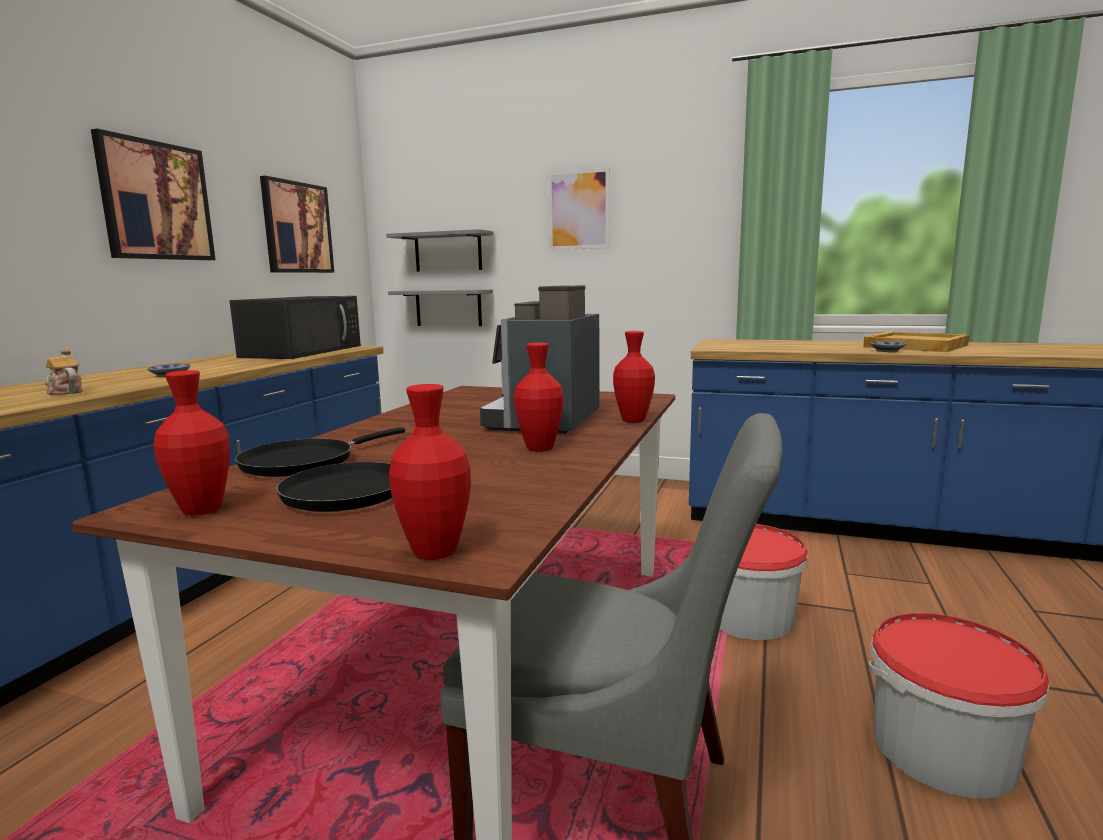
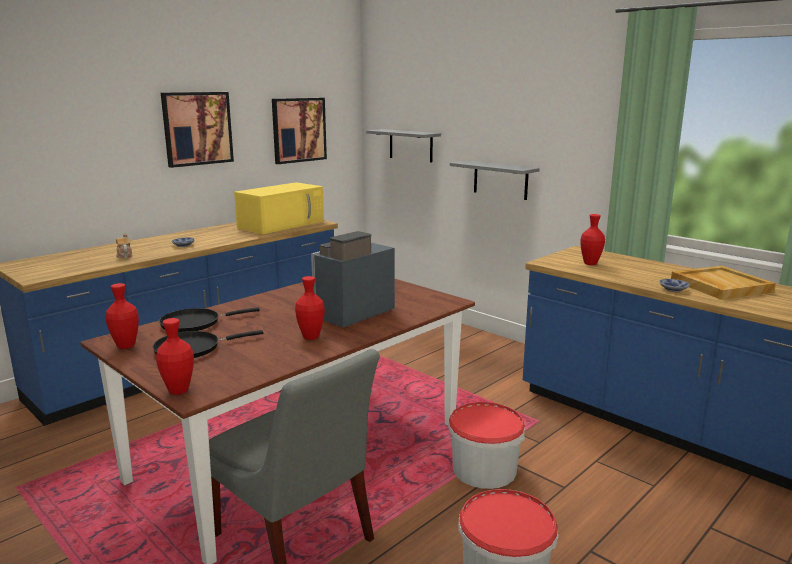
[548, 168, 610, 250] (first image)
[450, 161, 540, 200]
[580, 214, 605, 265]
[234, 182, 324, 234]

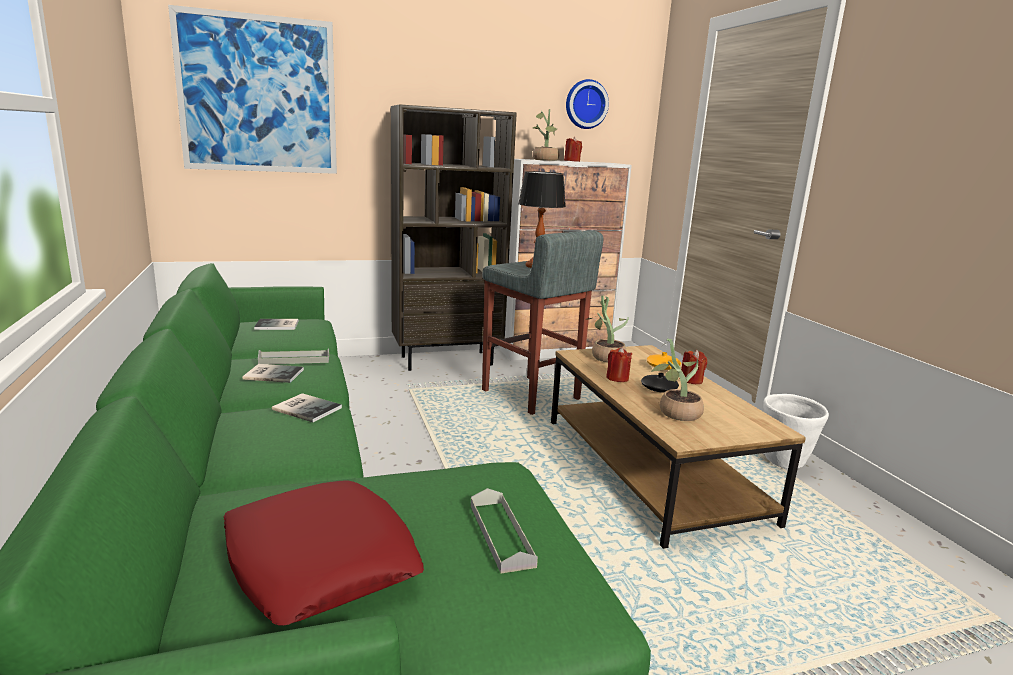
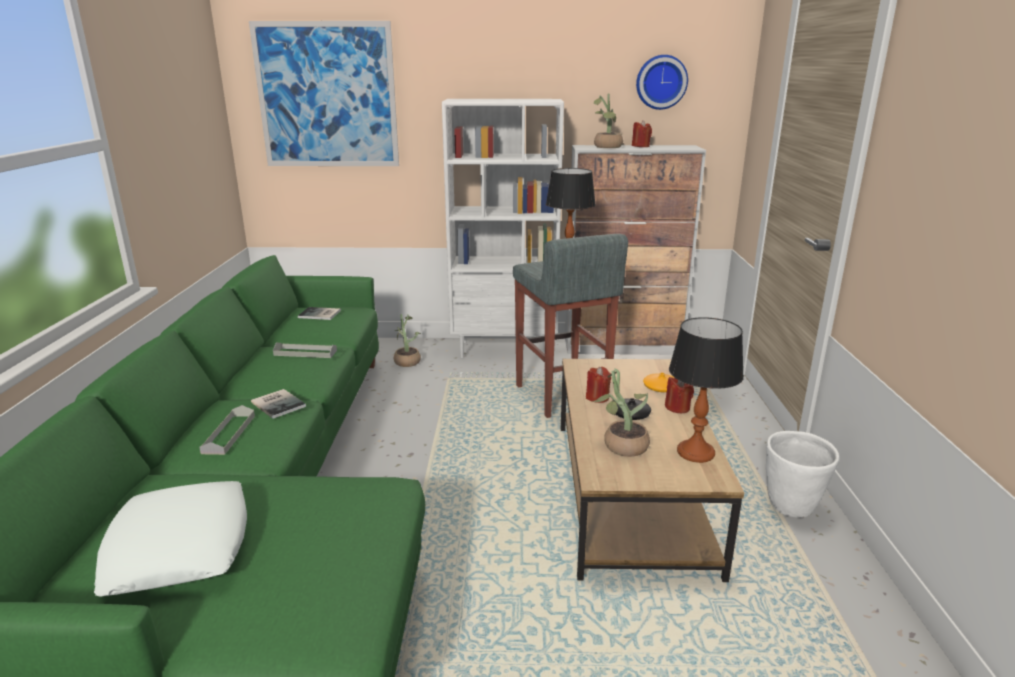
[242, 364, 304, 383] (first image)
[669, 317, 744, 463]
[199, 405, 255, 455]
[394, 314, 421, 367]
[94, 481, 247, 596]
[442, 99, 564, 358]

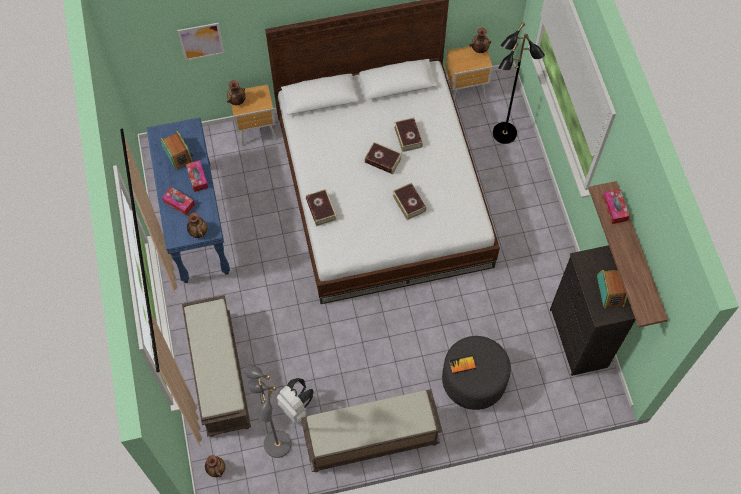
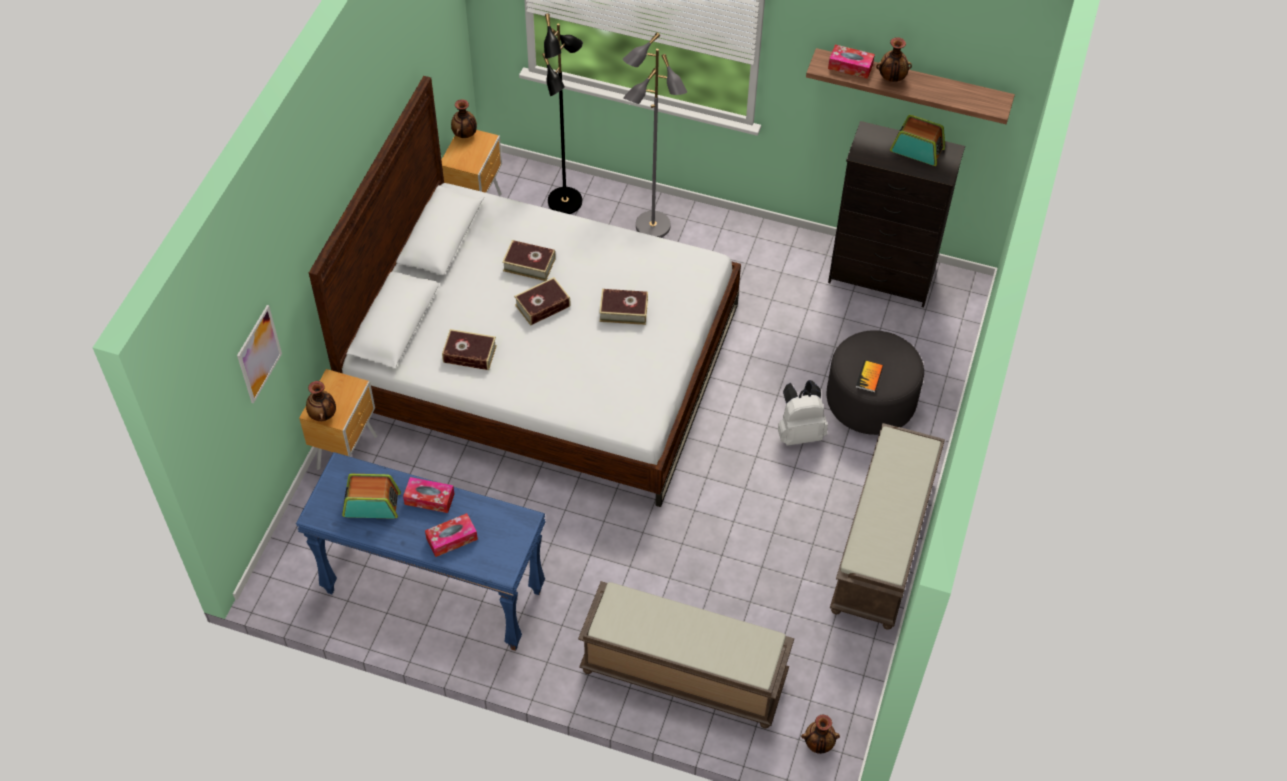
[876, 37, 912, 82]
[623, 33, 687, 238]
[778, 380, 828, 446]
[442, 329, 497, 370]

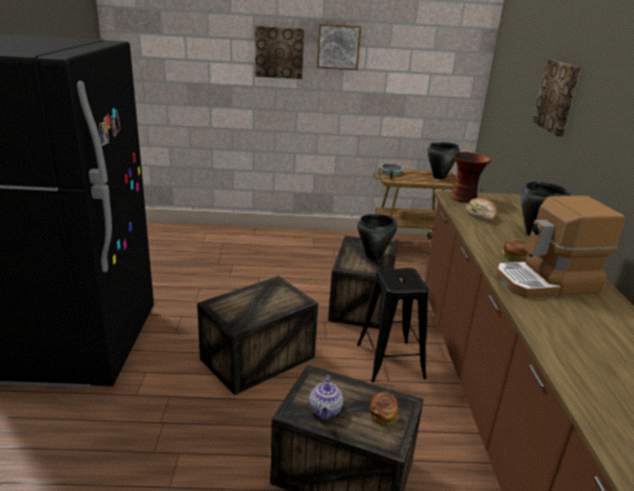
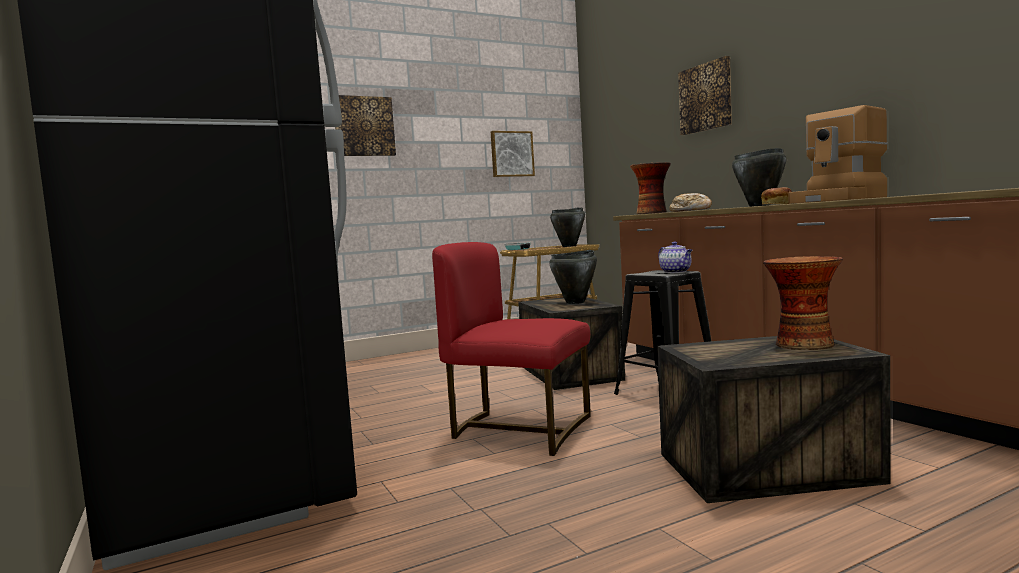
[658, 241, 692, 273]
[491, 131, 535, 177]
[432, 242, 591, 456]
[763, 256, 843, 350]

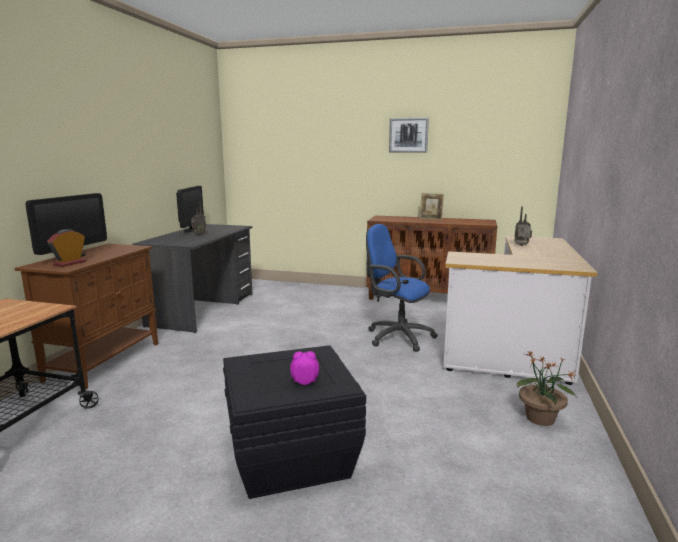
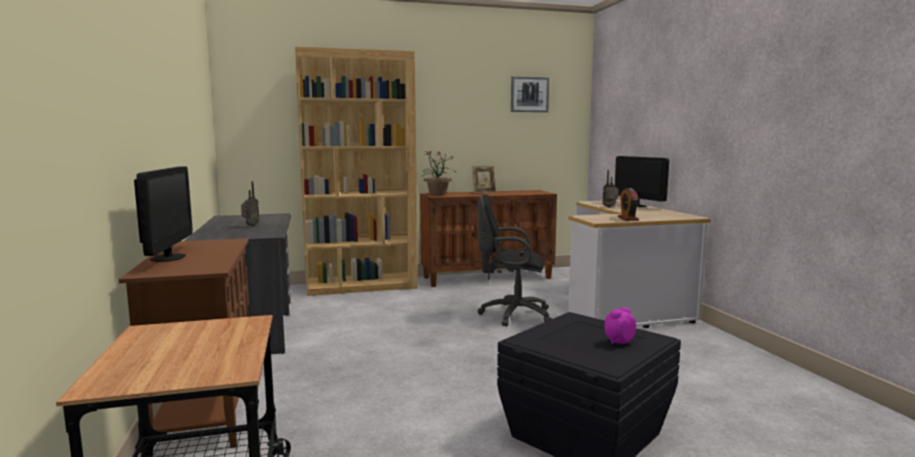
[295, 46, 418, 296]
[618, 188, 639, 221]
[615, 156, 669, 207]
[511, 76, 549, 112]
[422, 151, 454, 195]
[478, 195, 552, 326]

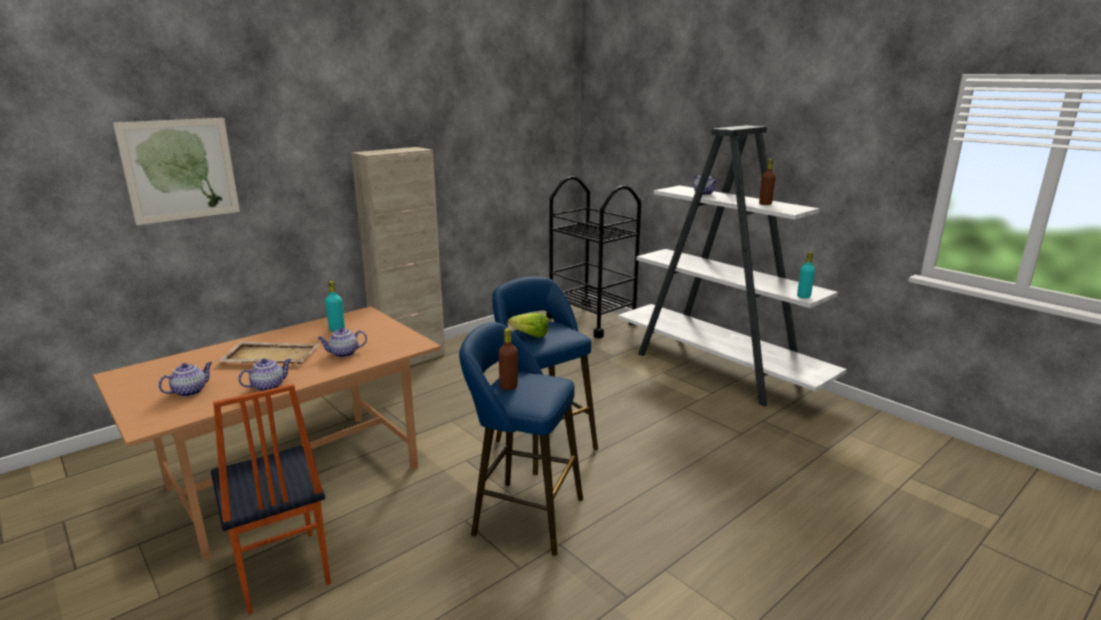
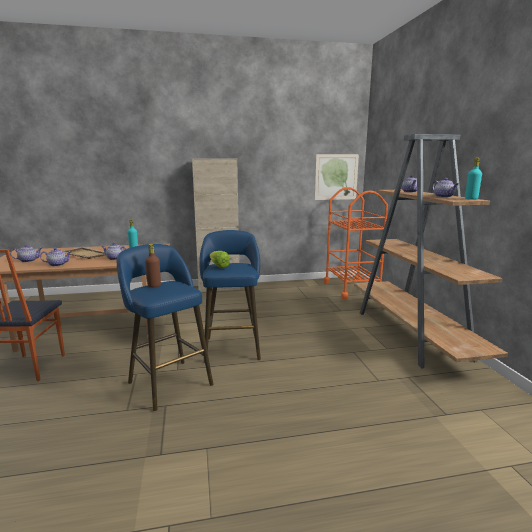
[315, 154, 359, 200]
[465, 158, 482, 200]
[432, 178, 459, 198]
[324, 187, 388, 299]
[354, 134, 508, 368]

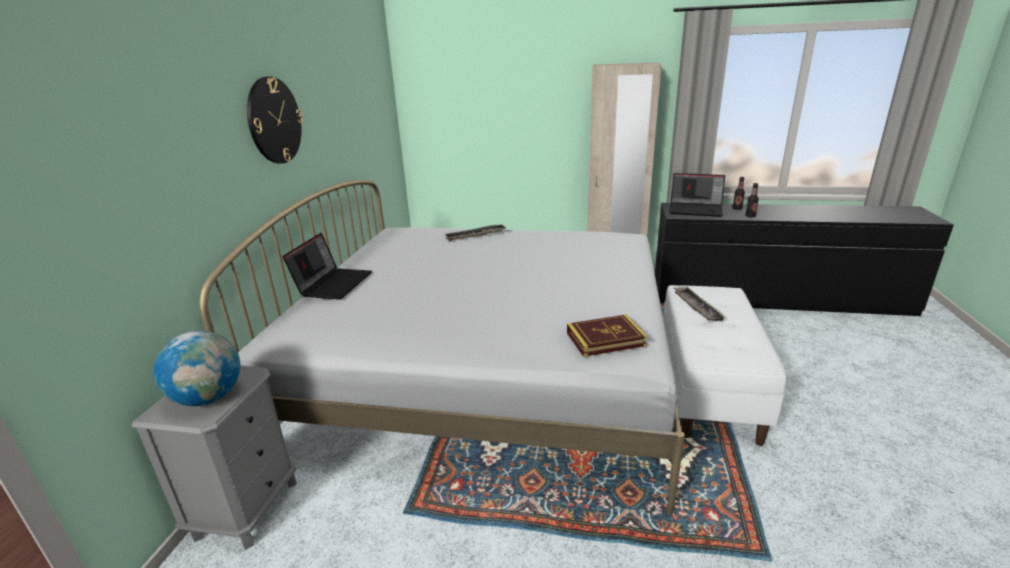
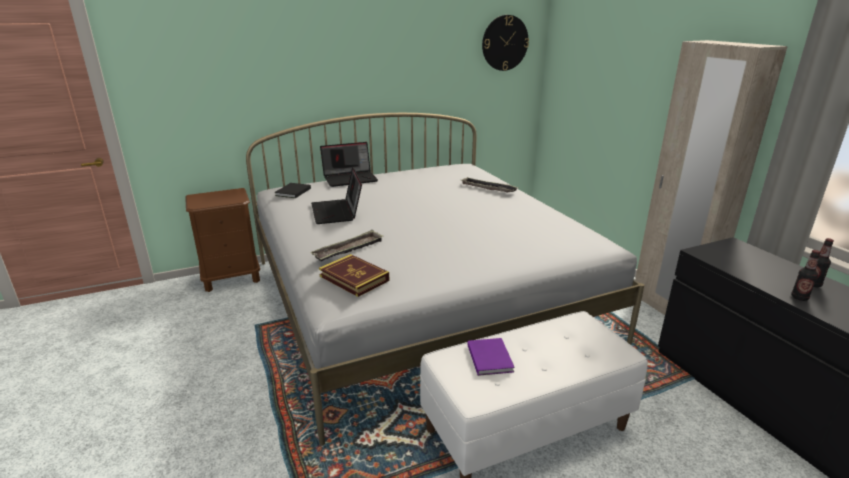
[153, 331, 240, 406] (first image)
[274, 183, 311, 198]
[467, 338, 515, 376]
[482, 15, 529, 71]
[311, 167, 362, 224]
[310, 230, 383, 261]
[185, 188, 260, 292]

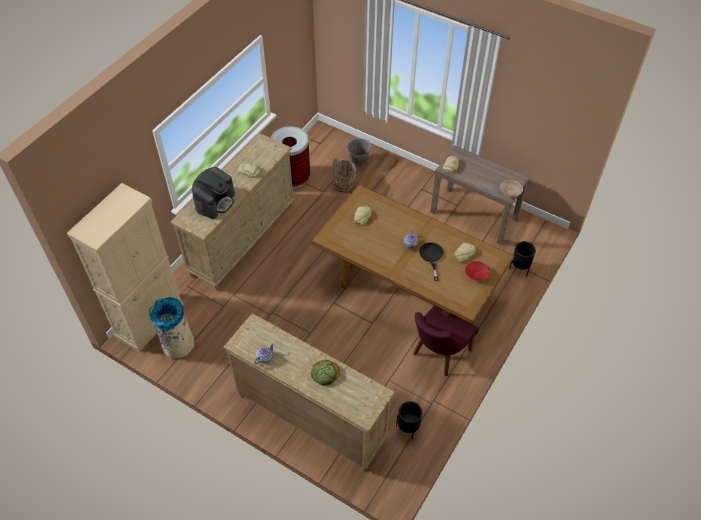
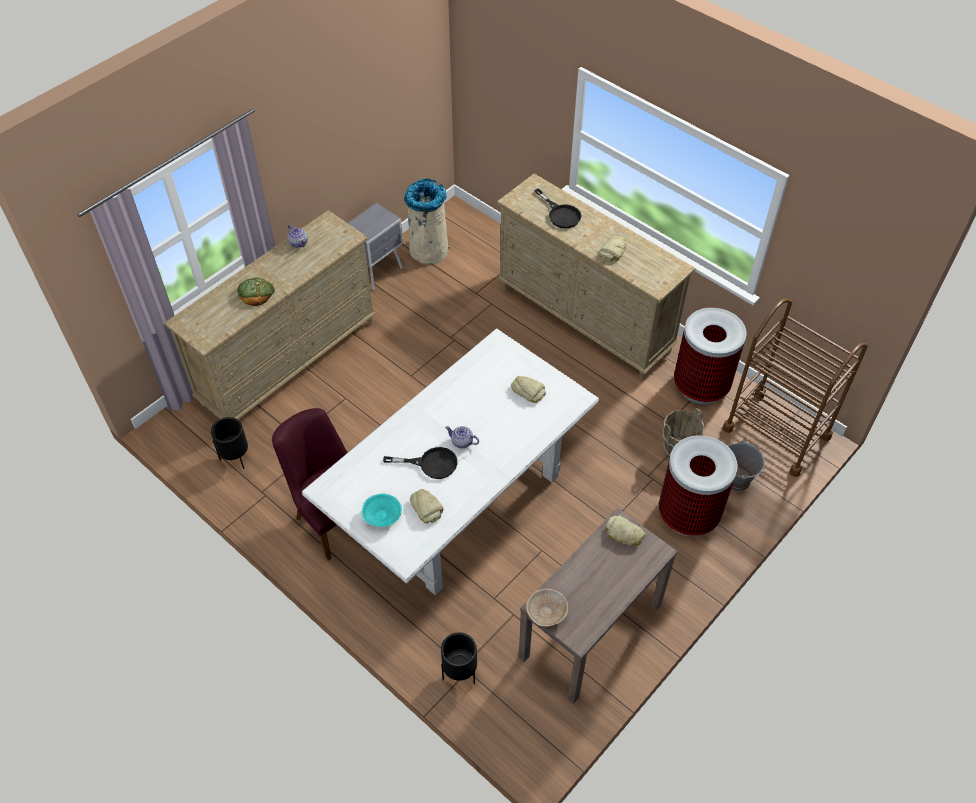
[67, 183, 183, 352] (first image)
[348, 203, 403, 290]
[659, 435, 738, 536]
[722, 298, 868, 477]
[534, 188, 582, 228]
[302, 328, 599, 595]
[362, 494, 402, 527]

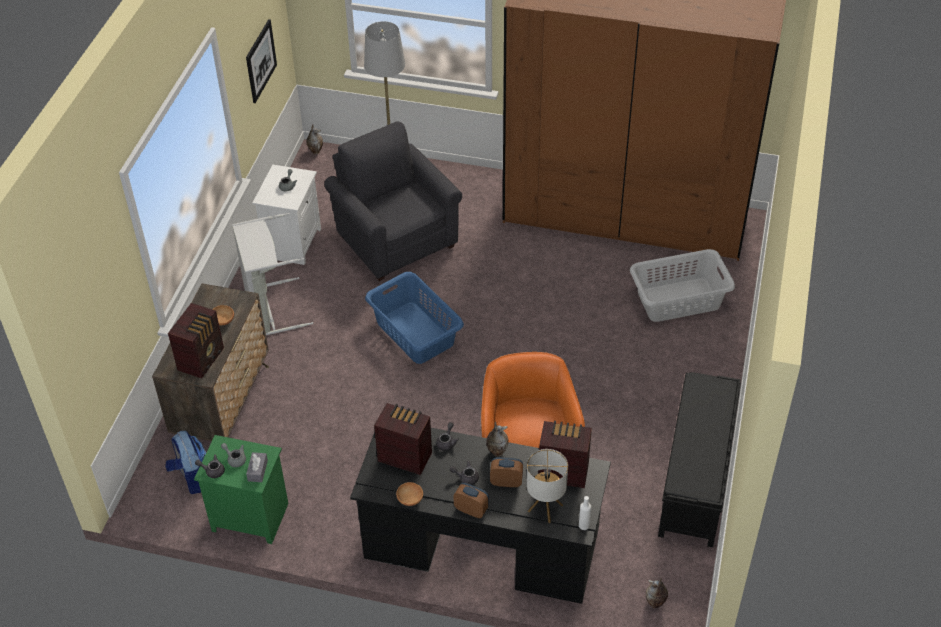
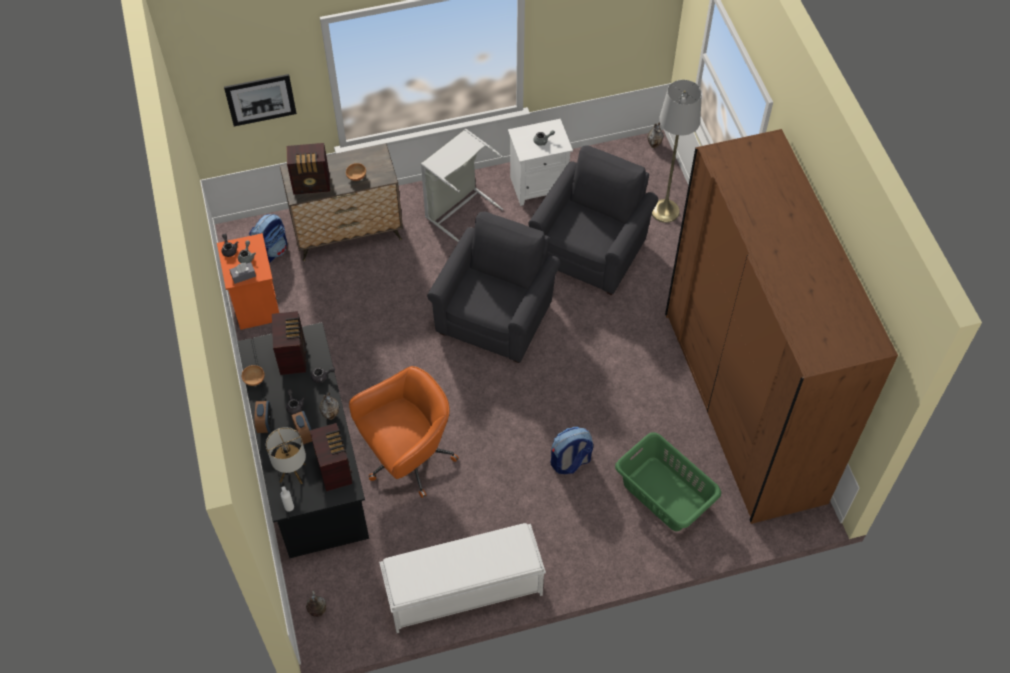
[550, 427, 593, 474]
[224, 74, 297, 126]
[427, 212, 561, 363]
[217, 233, 279, 330]
[615, 432, 721, 531]
[379, 523, 546, 633]

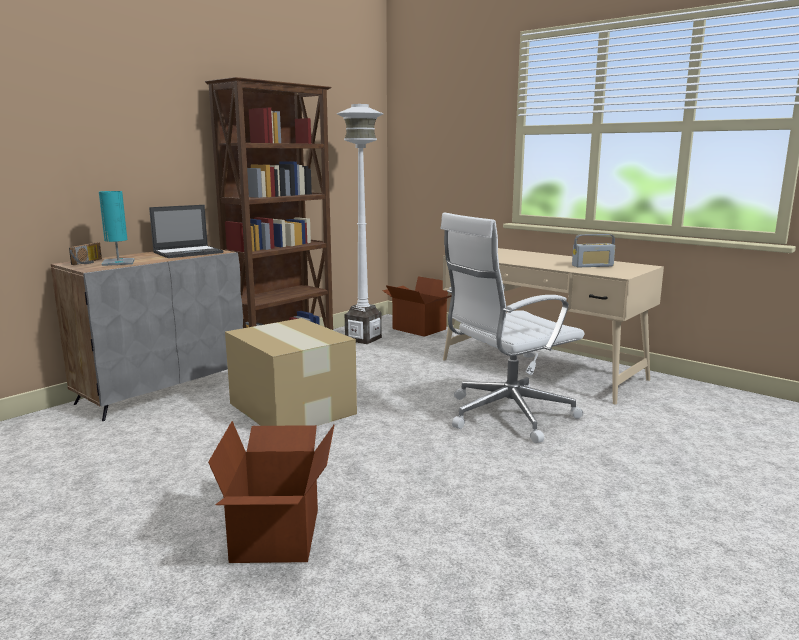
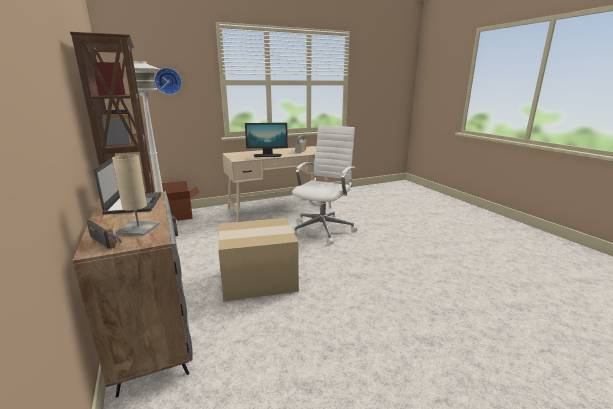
[208, 421, 335, 563] (first image)
[154, 68, 182, 95]
[245, 123, 288, 157]
[112, 154, 160, 236]
[292, 125, 358, 244]

